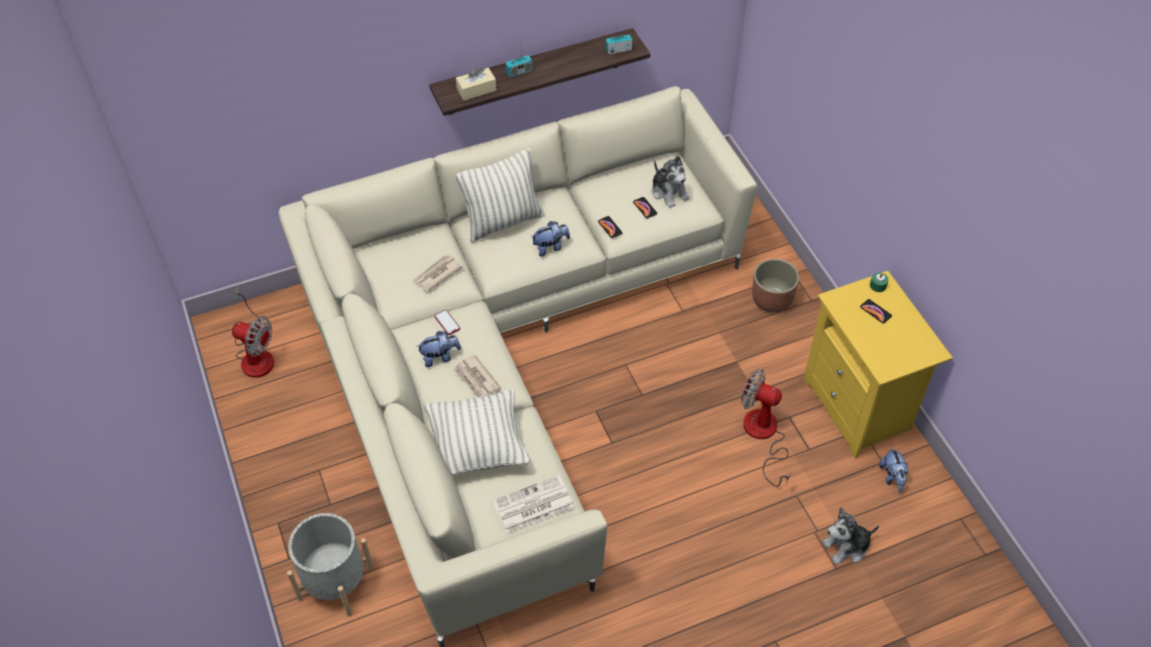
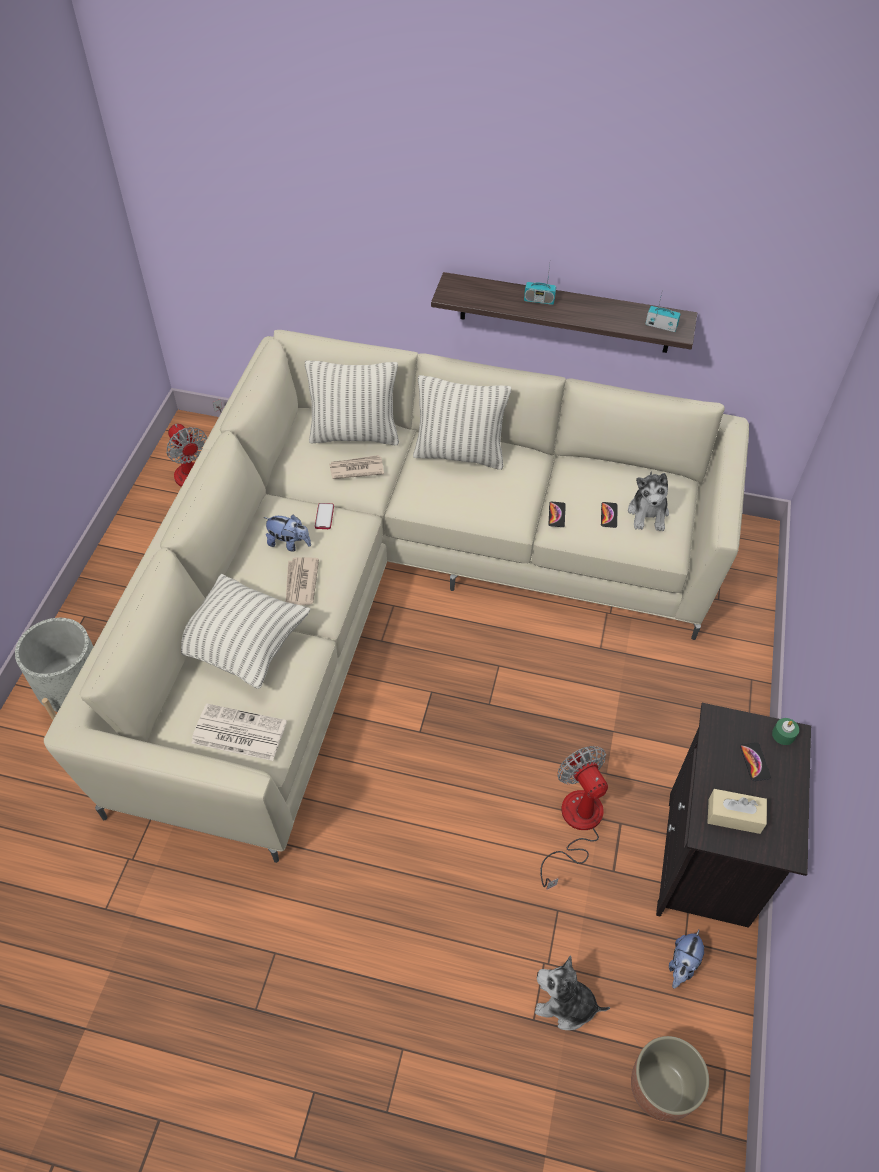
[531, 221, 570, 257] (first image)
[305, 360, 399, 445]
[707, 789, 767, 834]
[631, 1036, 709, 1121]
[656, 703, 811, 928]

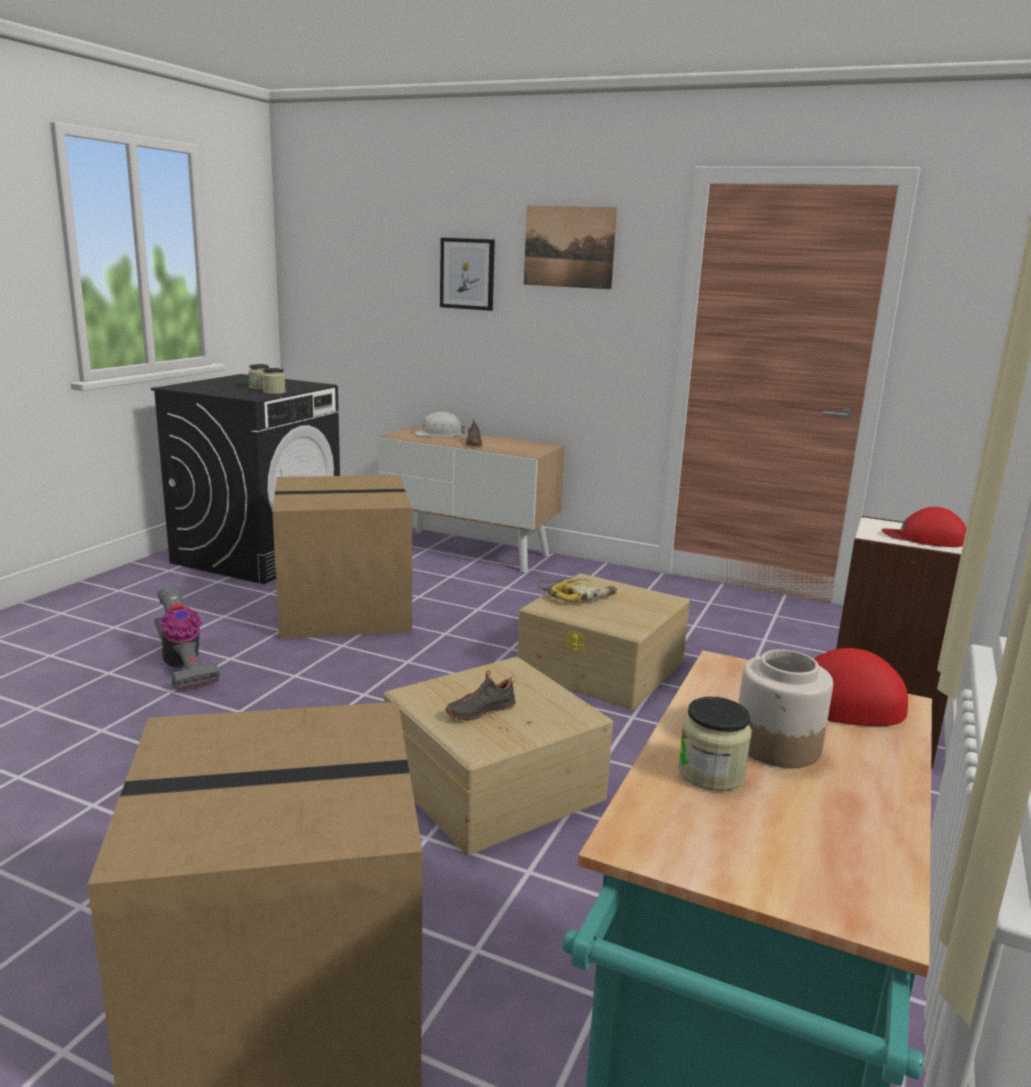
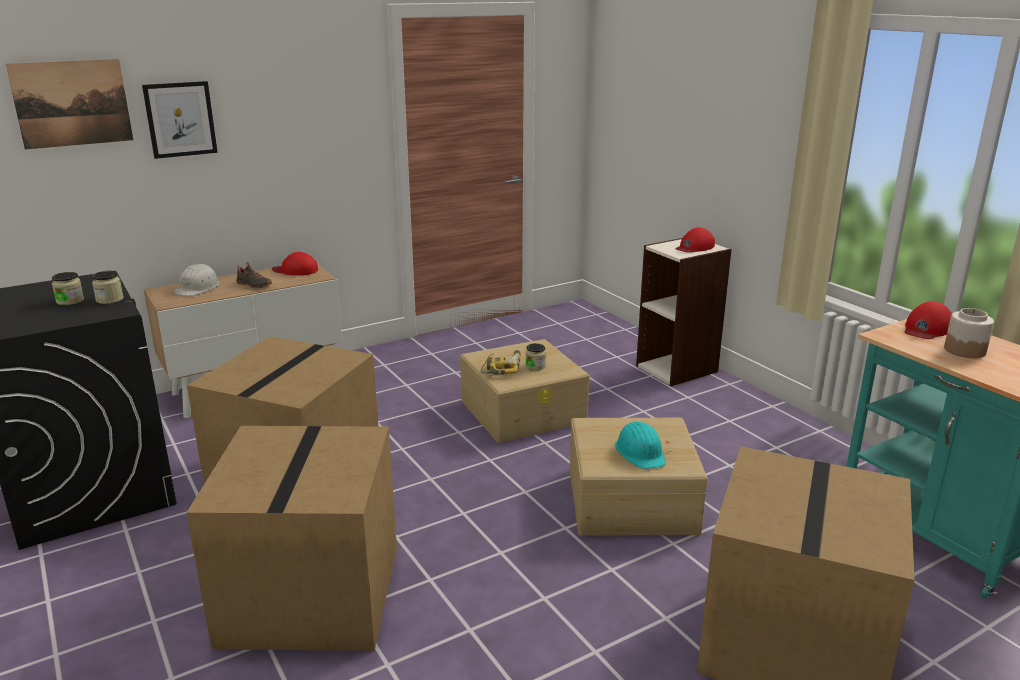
[272, 252, 318, 275]
[5, 59, 133, 149]
[526, 343, 546, 371]
[186, 426, 397, 651]
[615, 421, 665, 469]

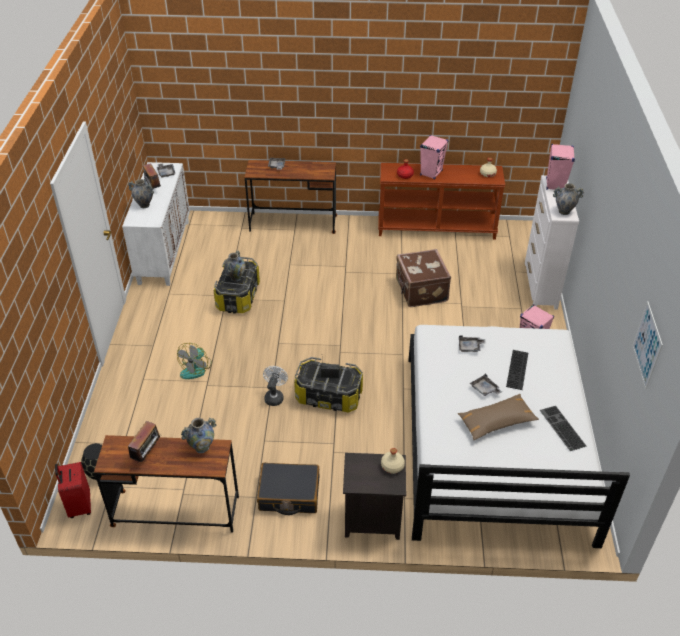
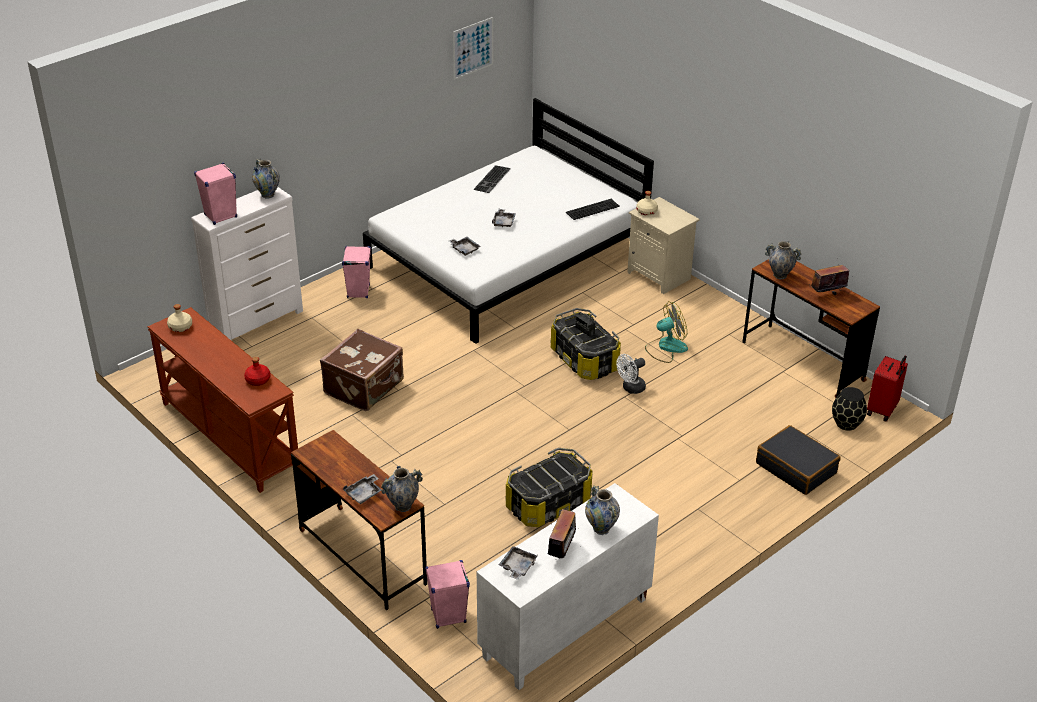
[458, 394, 539, 440] (first image)
[645, 301, 688, 363]
[381, 466, 423, 512]
[756, 425, 840, 495]
[425, 560, 470, 629]
[566, 199, 620, 220]
[627, 197, 700, 294]

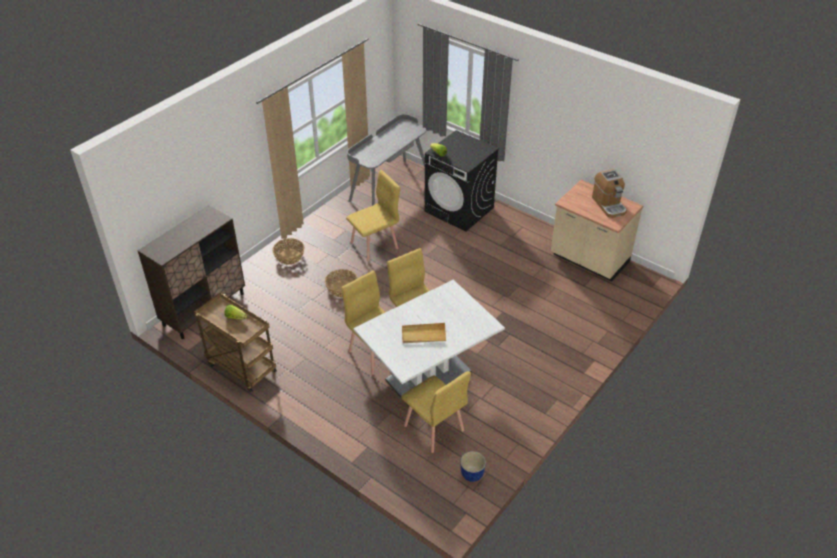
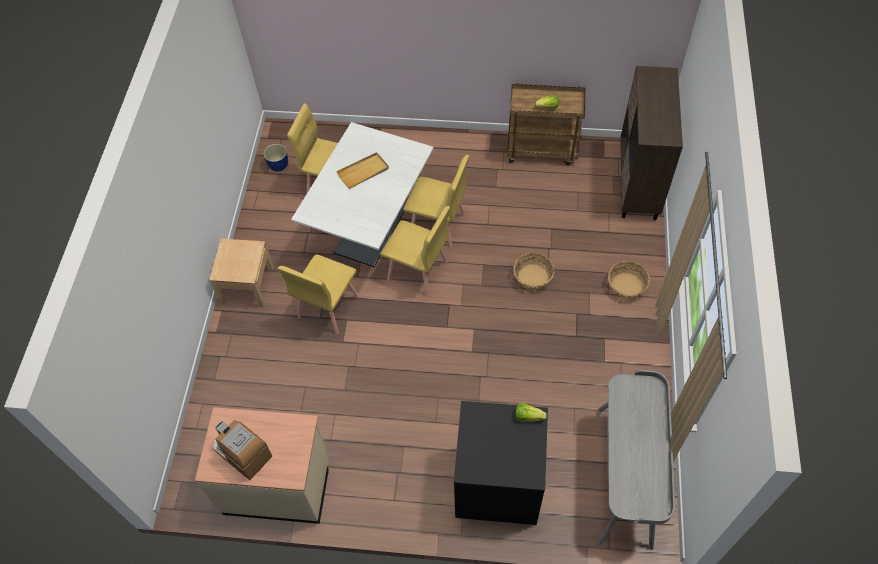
[209, 238, 274, 308]
[278, 254, 359, 334]

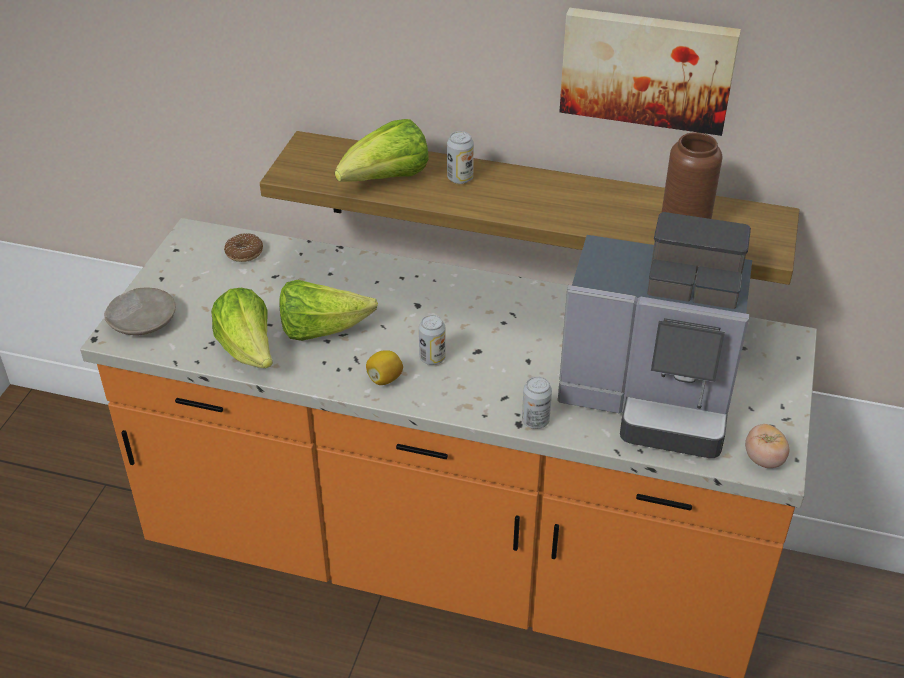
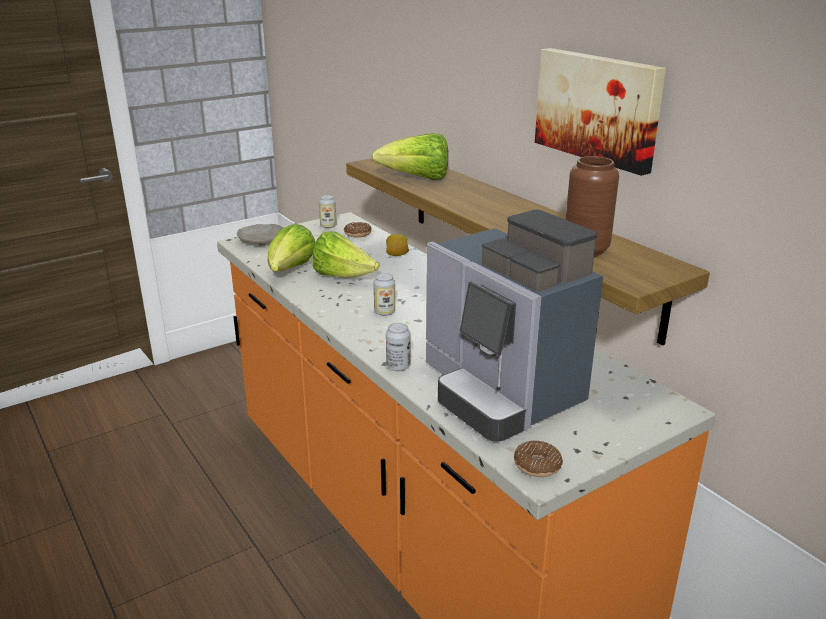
[386, 234, 409, 256]
[319, 195, 337, 228]
[514, 441, 563, 477]

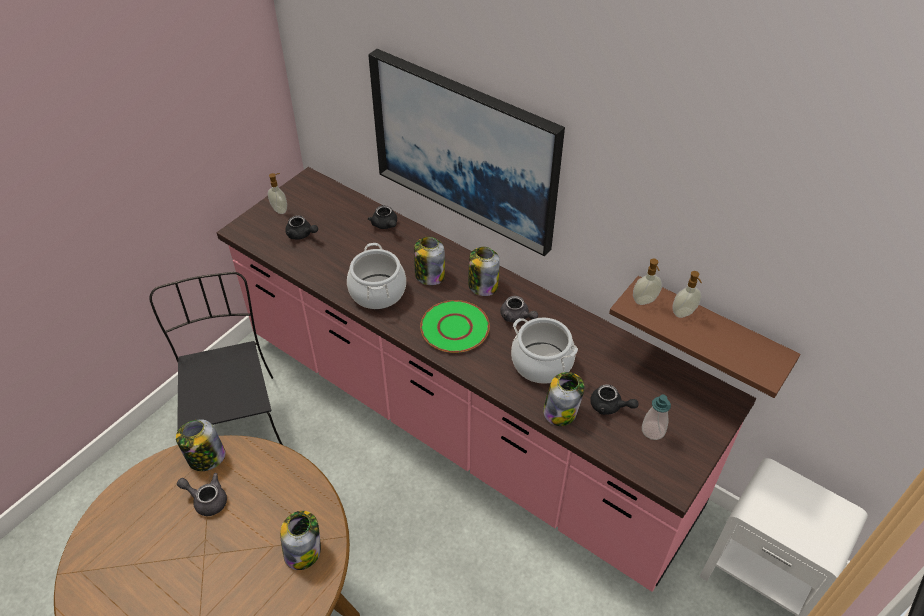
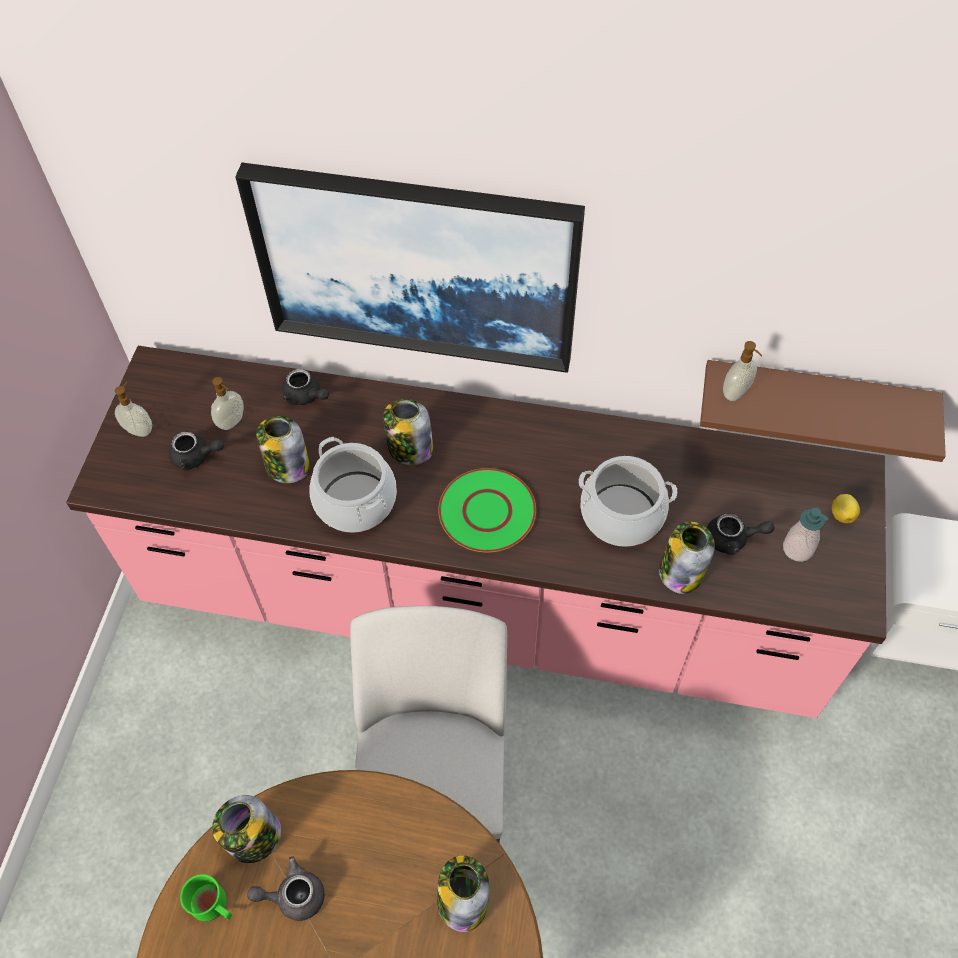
[149, 272, 283, 445] (first image)
[500, 296, 538, 323] (first image)
[180, 874, 232, 922]
[350, 606, 507, 843]
[832, 494, 860, 523]
[256, 416, 310, 483]
[211, 377, 244, 430]

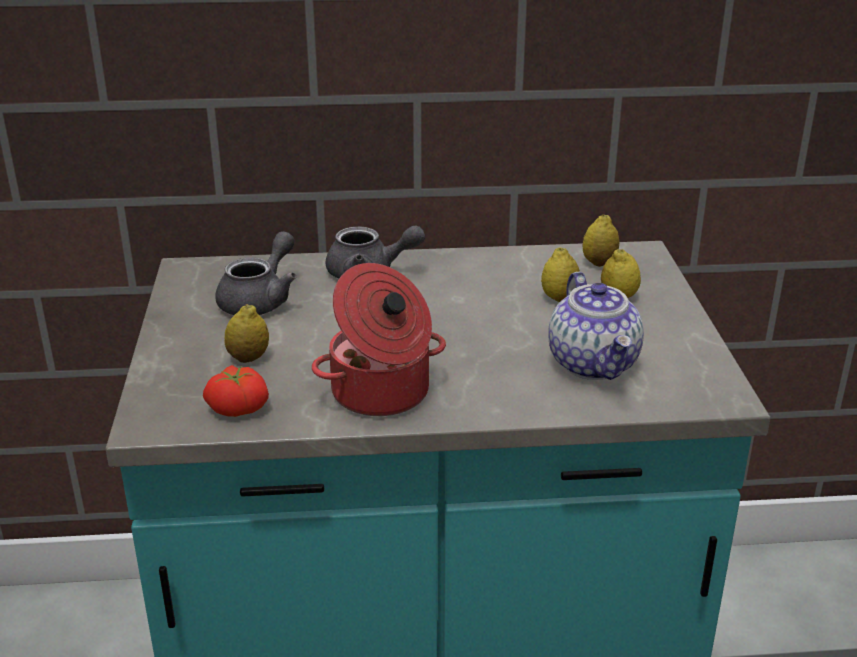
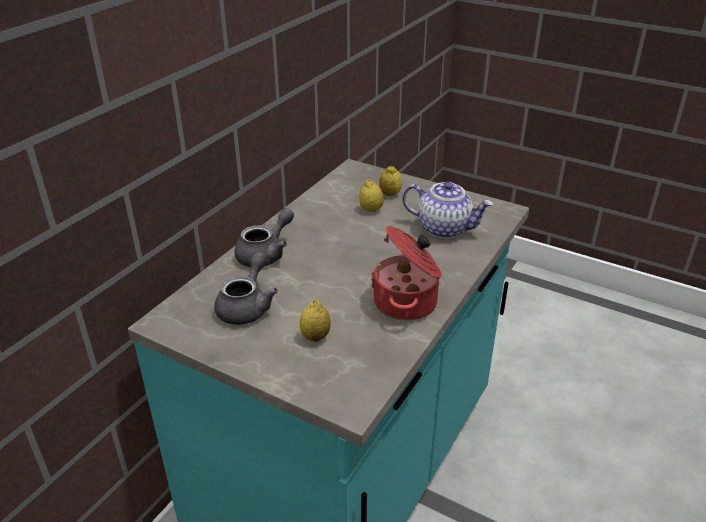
[203, 365, 269, 417] (first image)
[583, 214, 620, 267] (first image)
[214, 252, 278, 325]

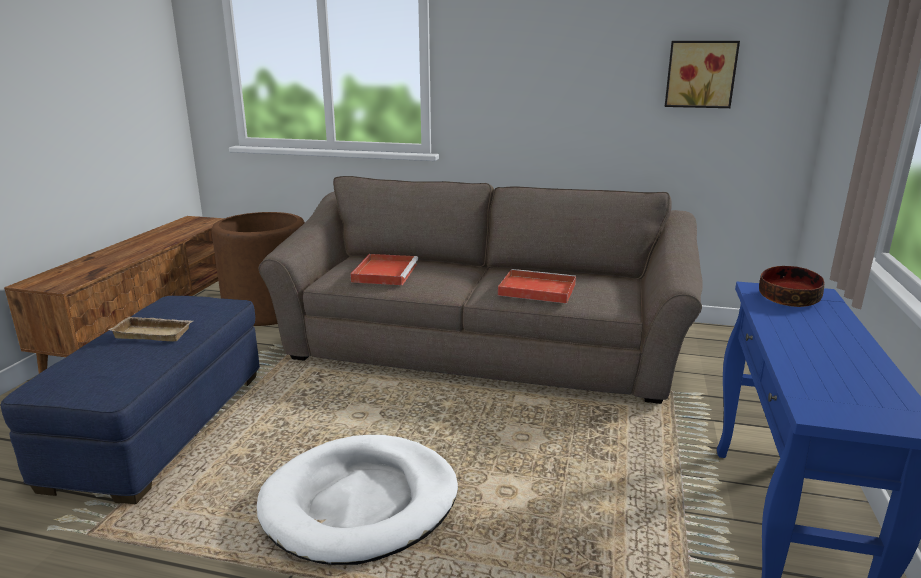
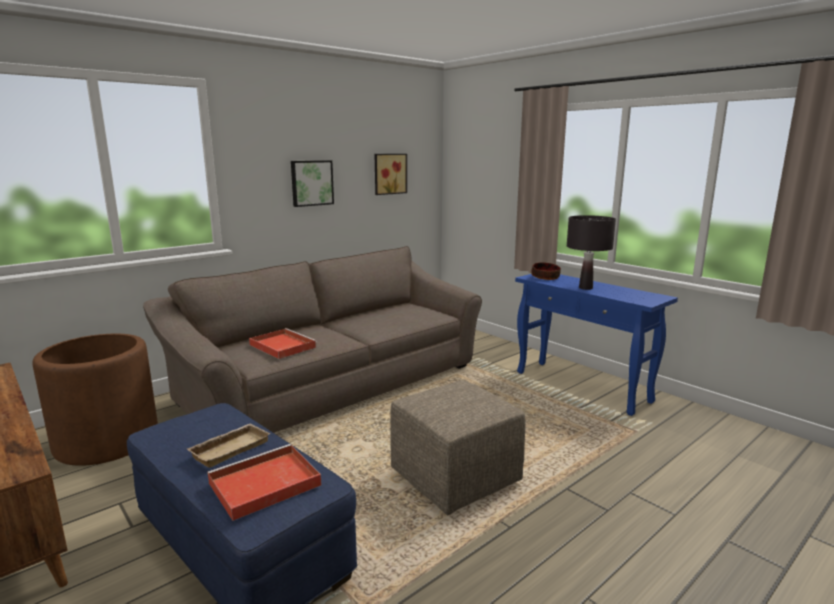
[291, 160, 334, 207]
[567, 215, 616, 290]
[207, 444, 321, 521]
[390, 380, 526, 515]

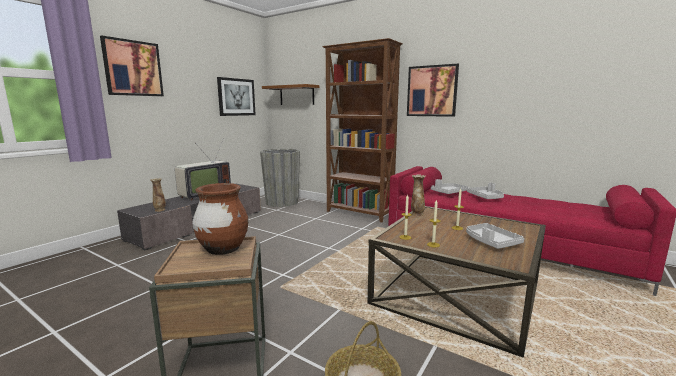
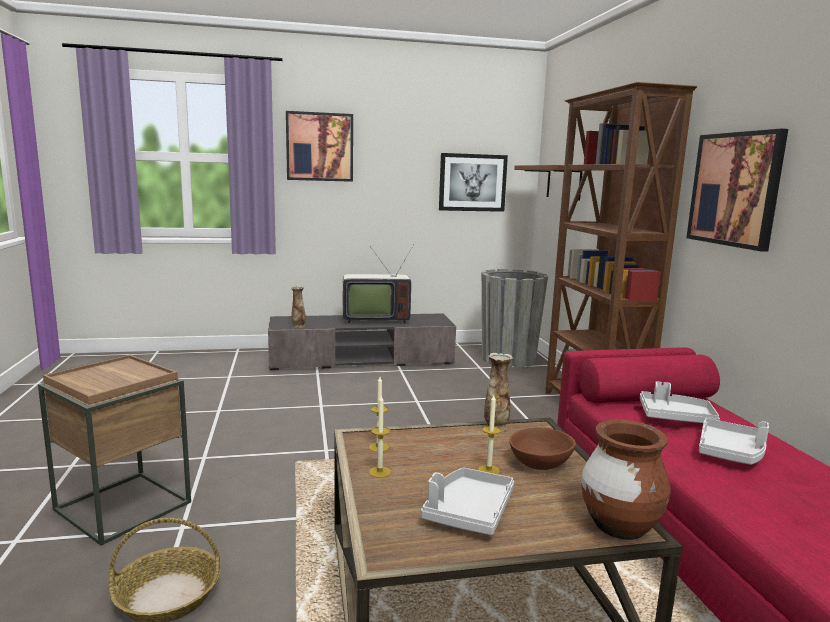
[509, 427, 576, 470]
[581, 420, 671, 540]

